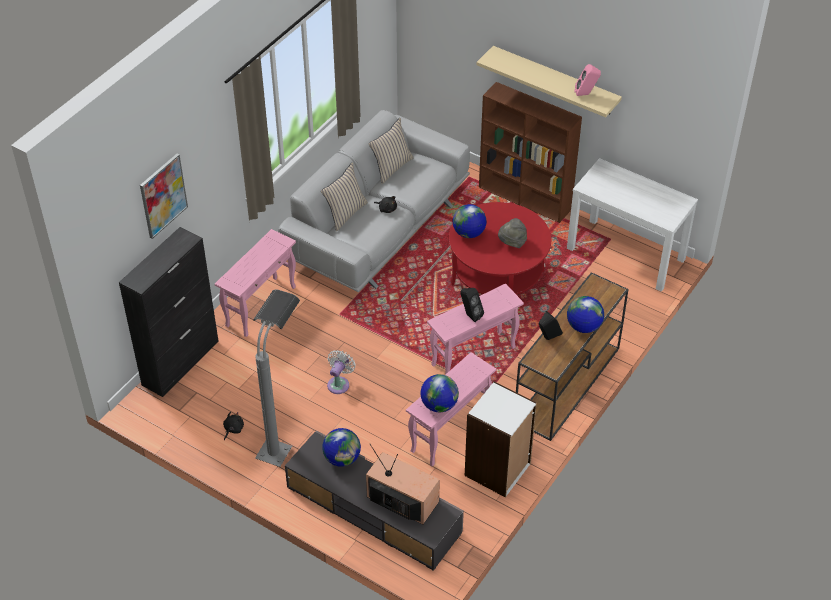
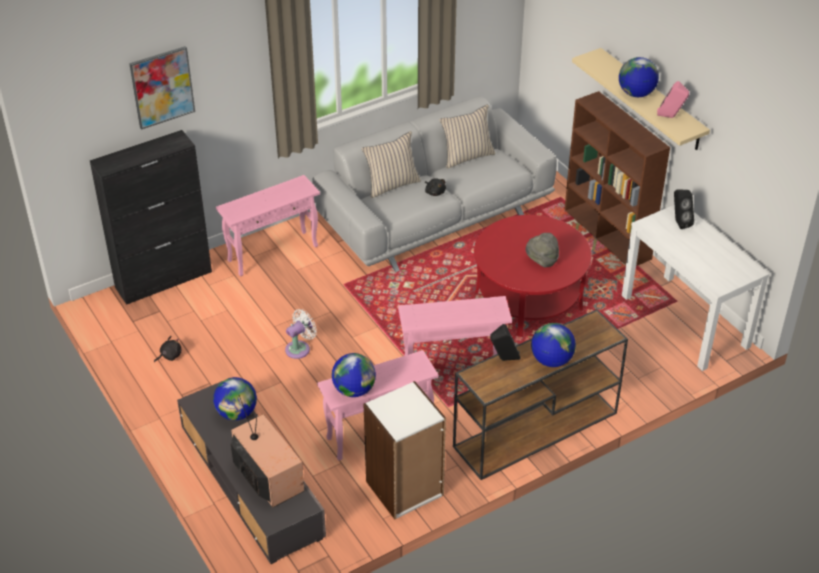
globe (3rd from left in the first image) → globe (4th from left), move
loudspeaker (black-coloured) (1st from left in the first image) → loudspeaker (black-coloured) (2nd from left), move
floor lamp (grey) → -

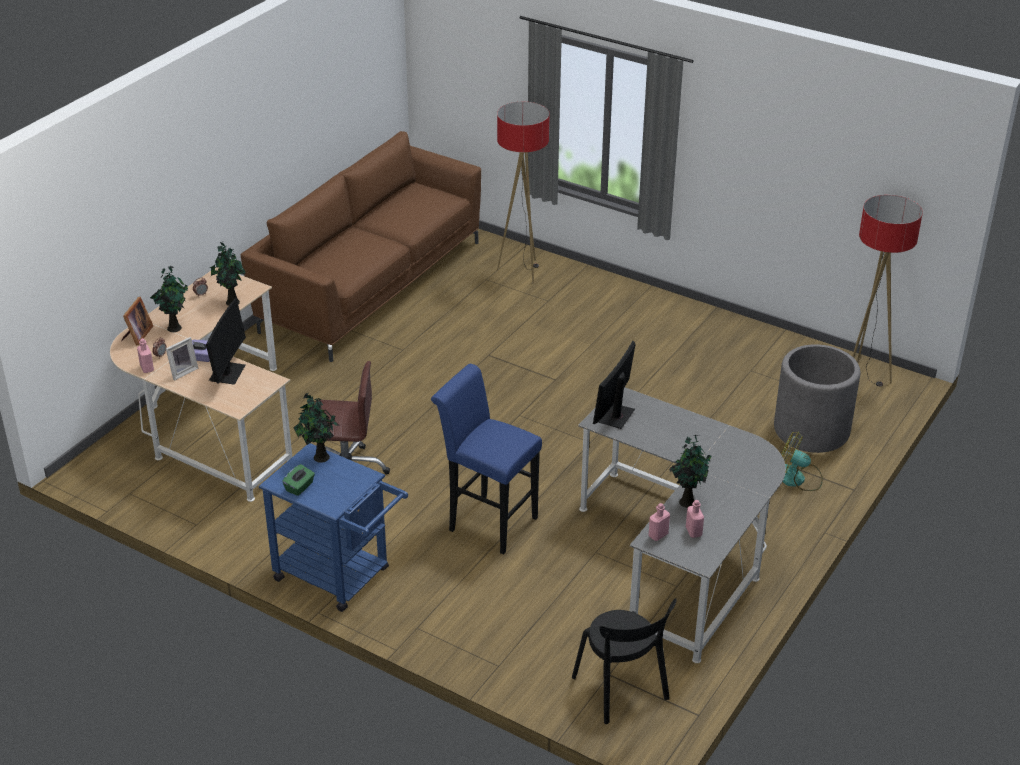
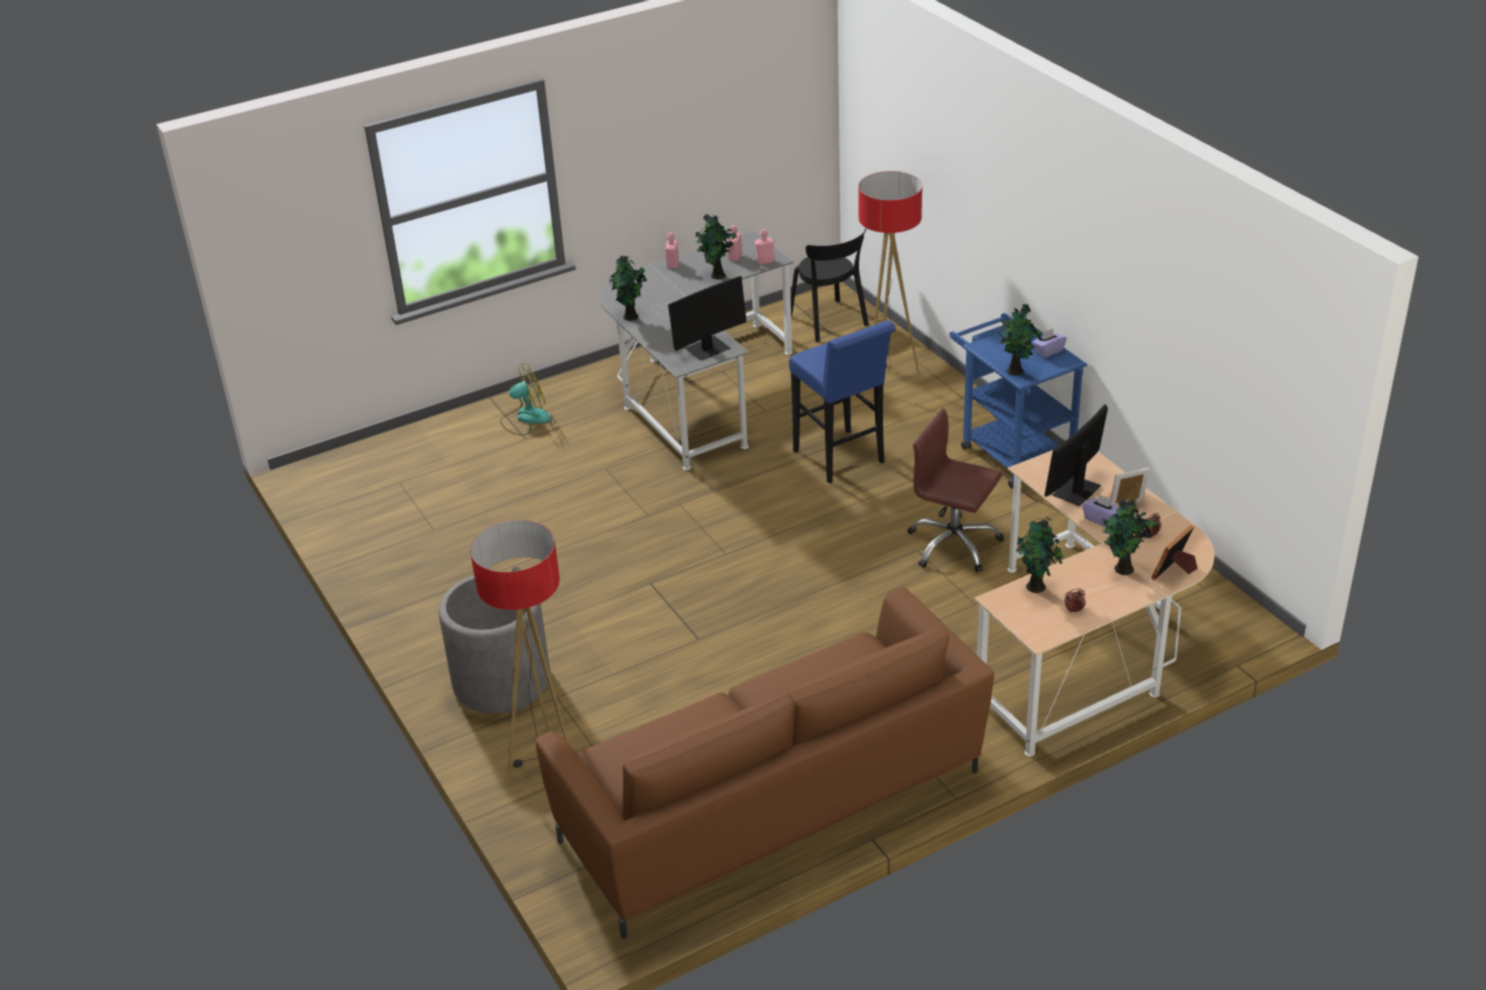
floor lamp (2nd from left), move
beverage bottle (pink-coloured) (1st from left), move
flower pot (grey), move
electric fan, 75 degrees counterclockwise
box of tissues (greenish) → box of tissues (purple-coloured) (1st from left)
plain chair (black-coloured), 150 degrees clockwise
- → plant in a pot (1st from left)

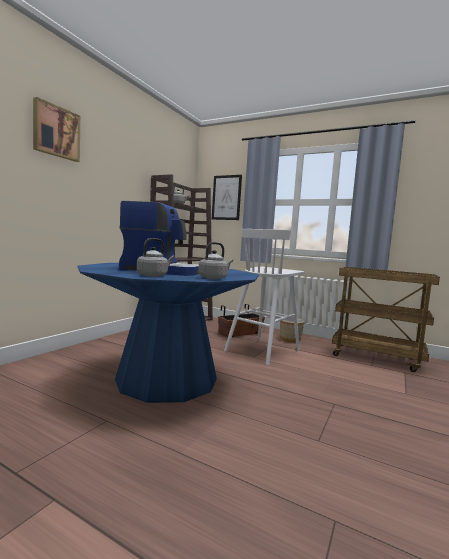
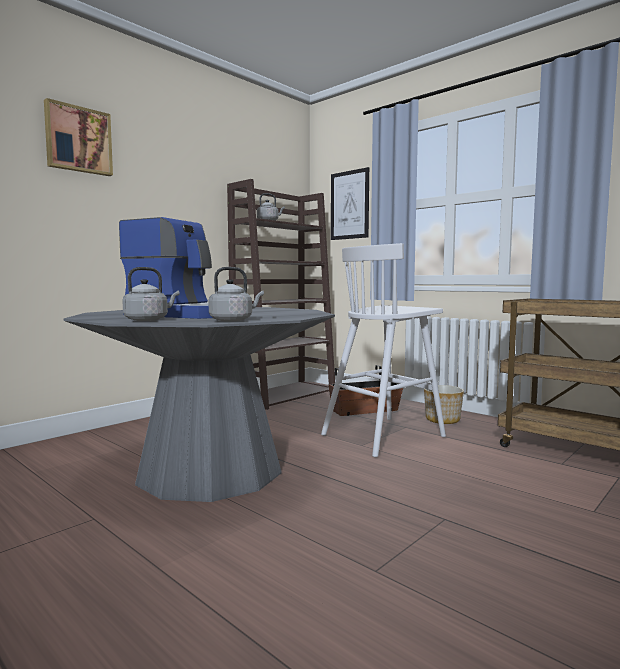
dinner table (blue) → dinner table (grey)

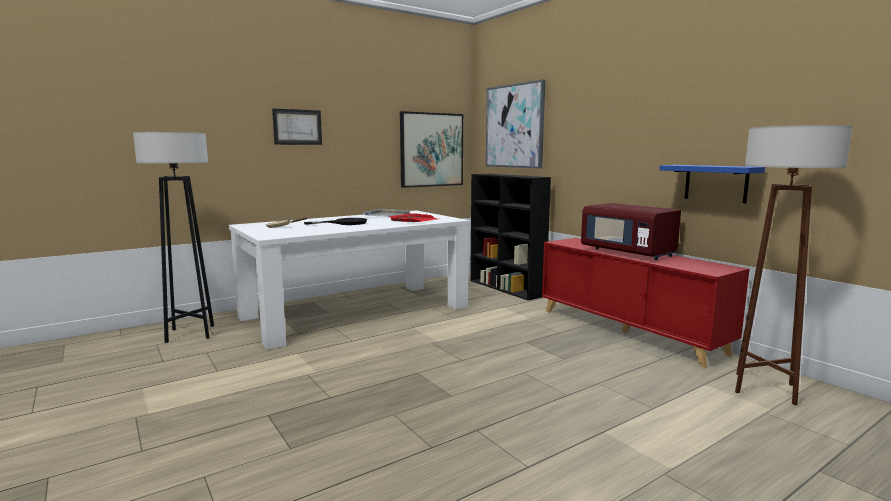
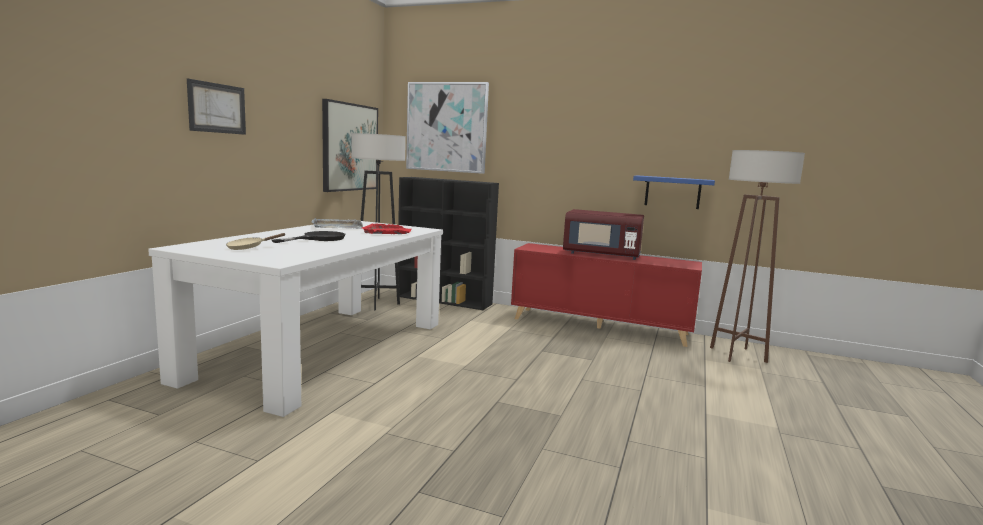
floor lamp (grey), move

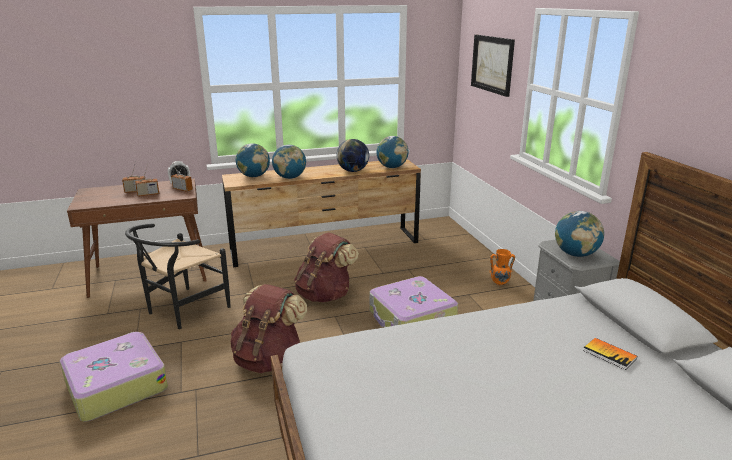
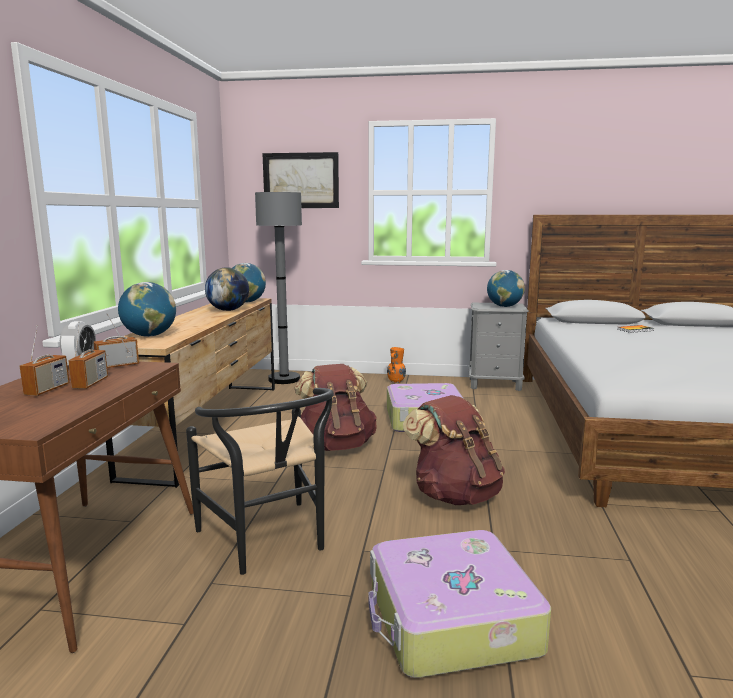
globe (2nd from left) → -
- → floor lamp (grey)

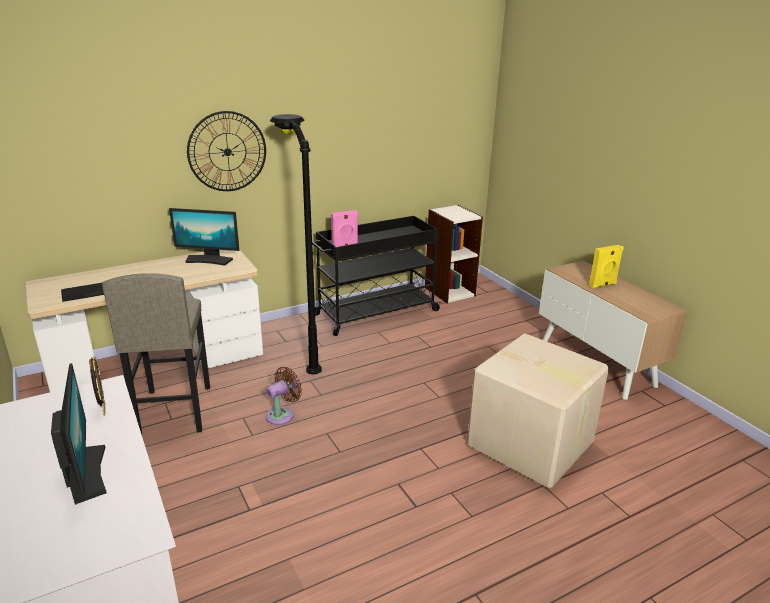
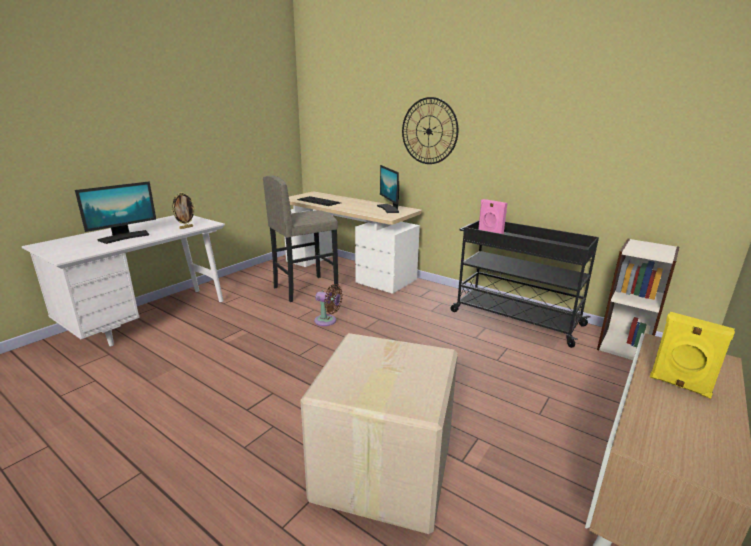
floor lamp (black-coloured) → -

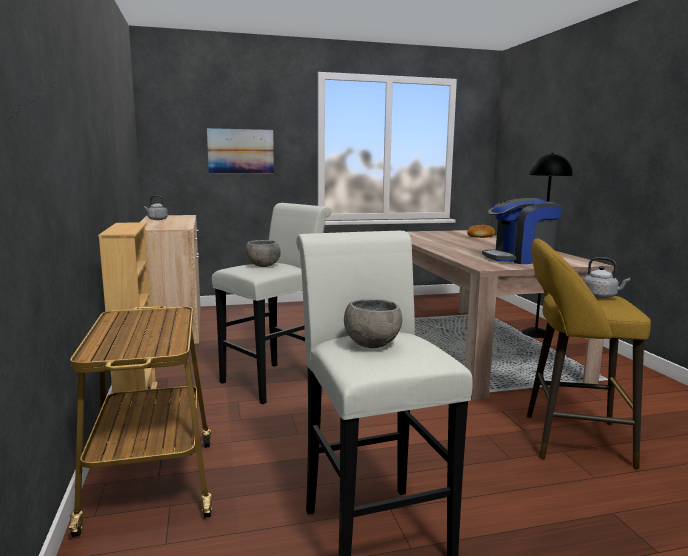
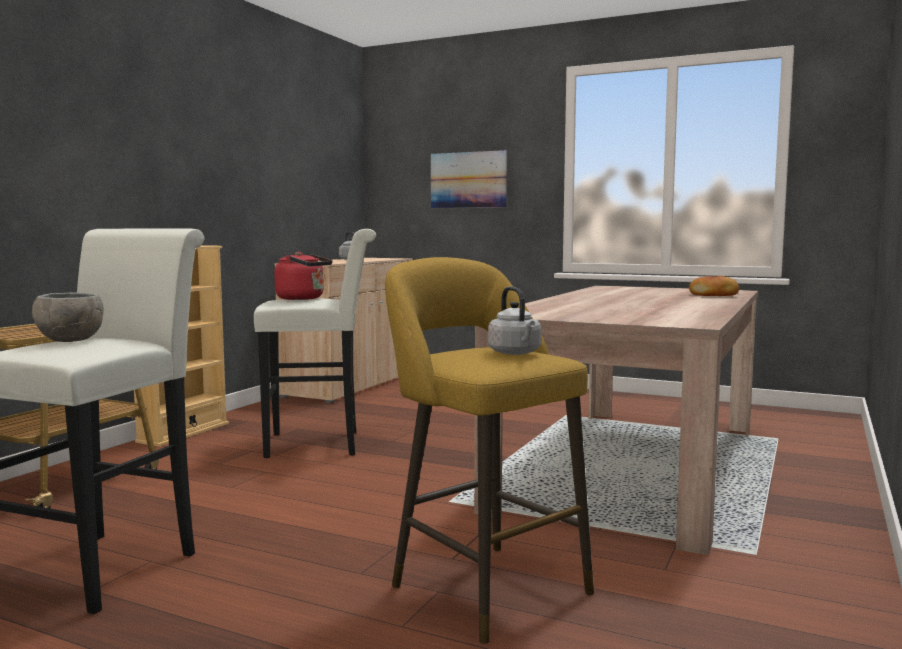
floor lamp (black-coloured) → -
coffee maker → -
deep dish (grey) (1st from left) → kettle (reddish)

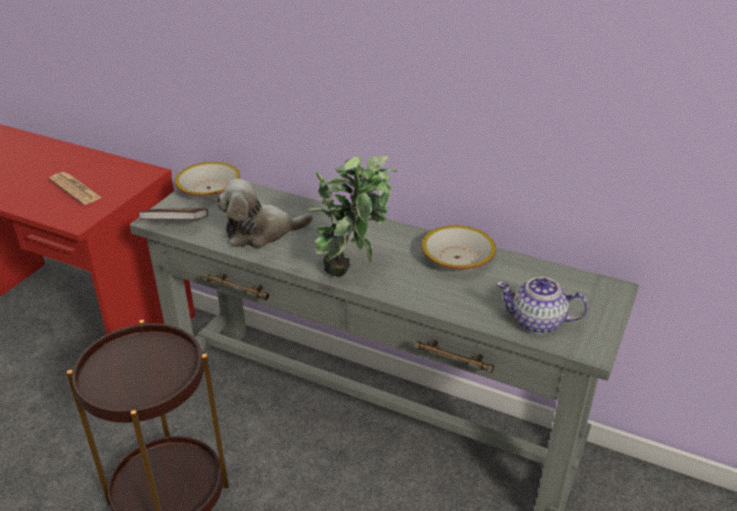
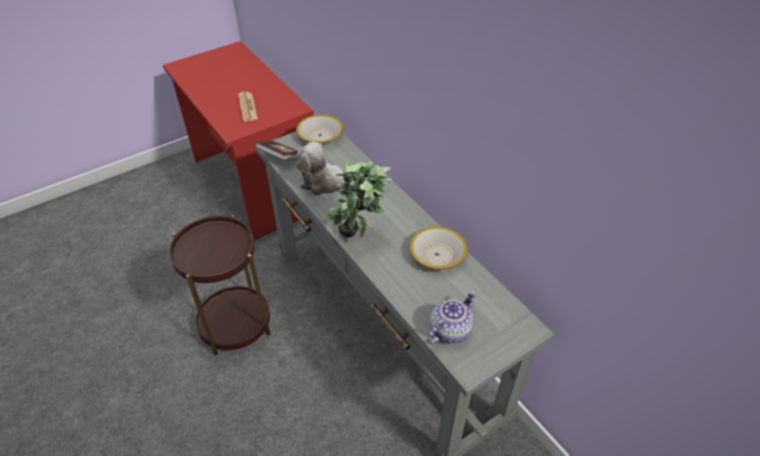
tea pot, 90 degrees clockwise

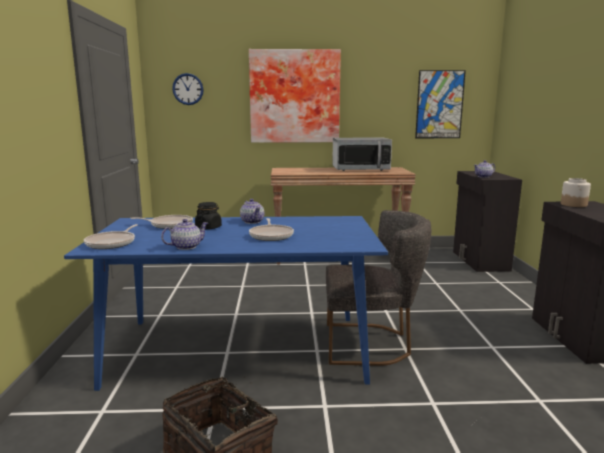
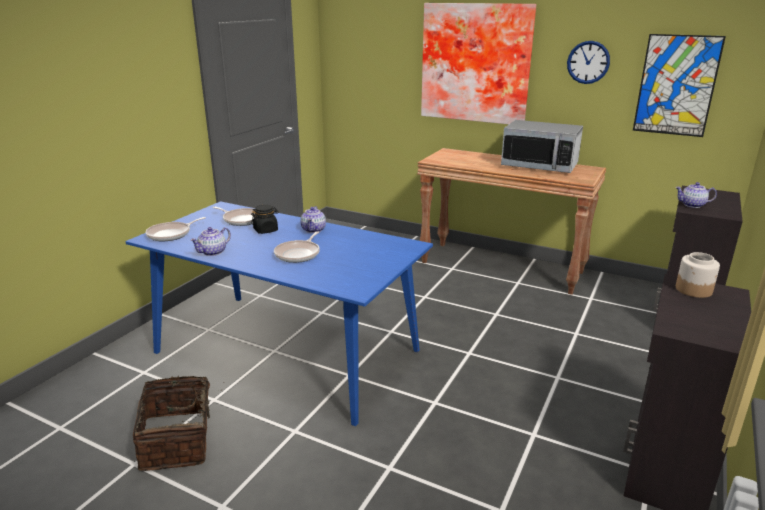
wall clock, move
plain chair (grey) → -
tea pot (1st from left), 135 degrees clockwise

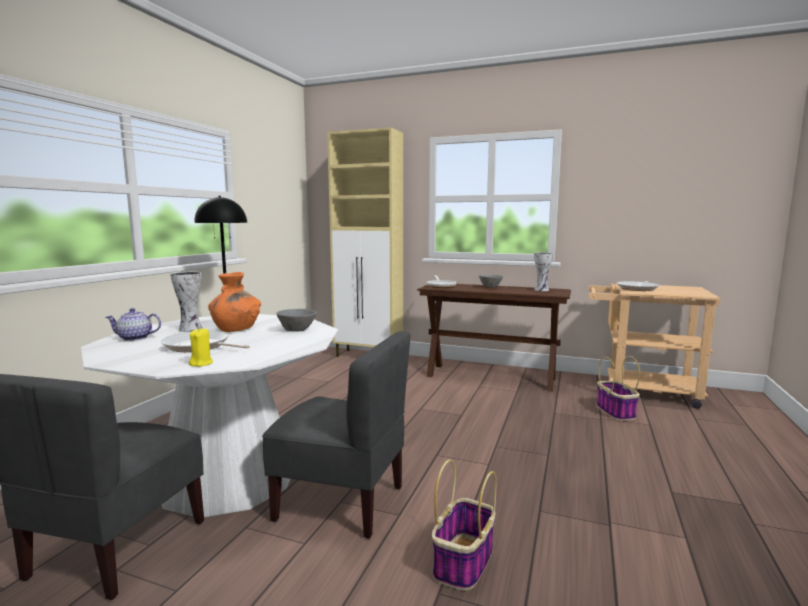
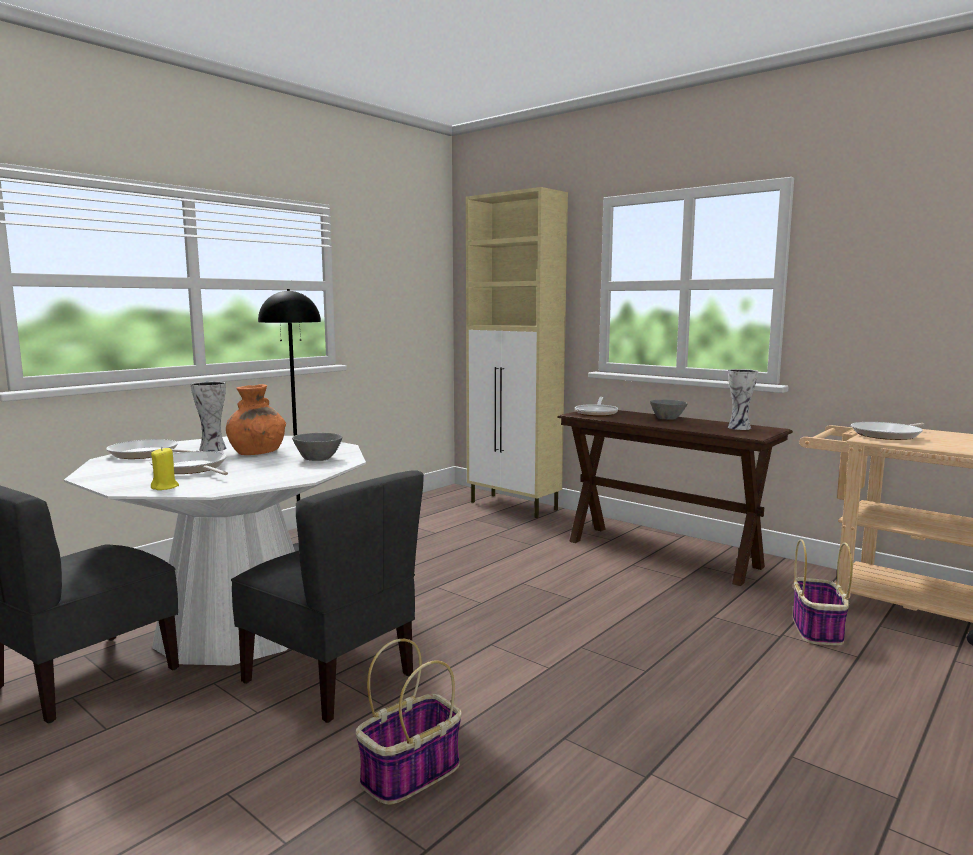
tea pot → frying pan (1st from left)

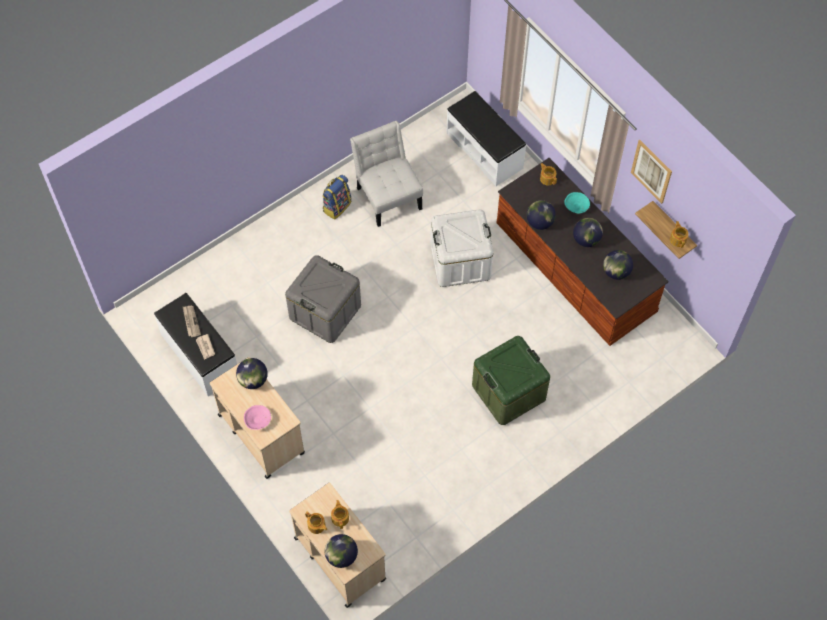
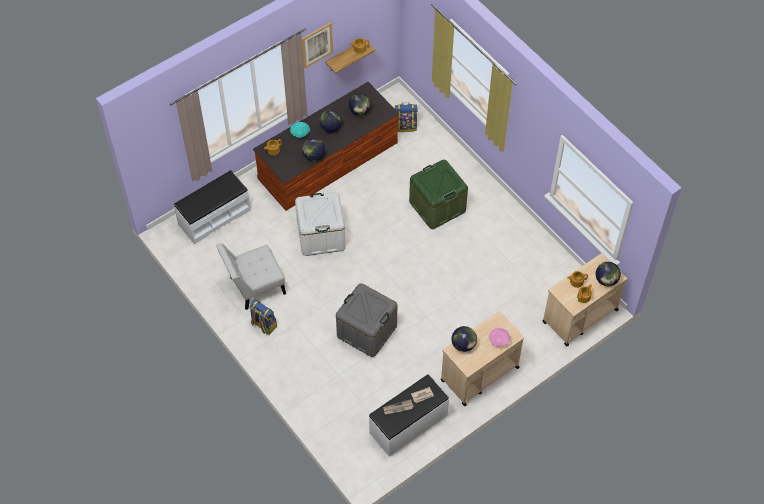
- → backpack (2nd from left)

